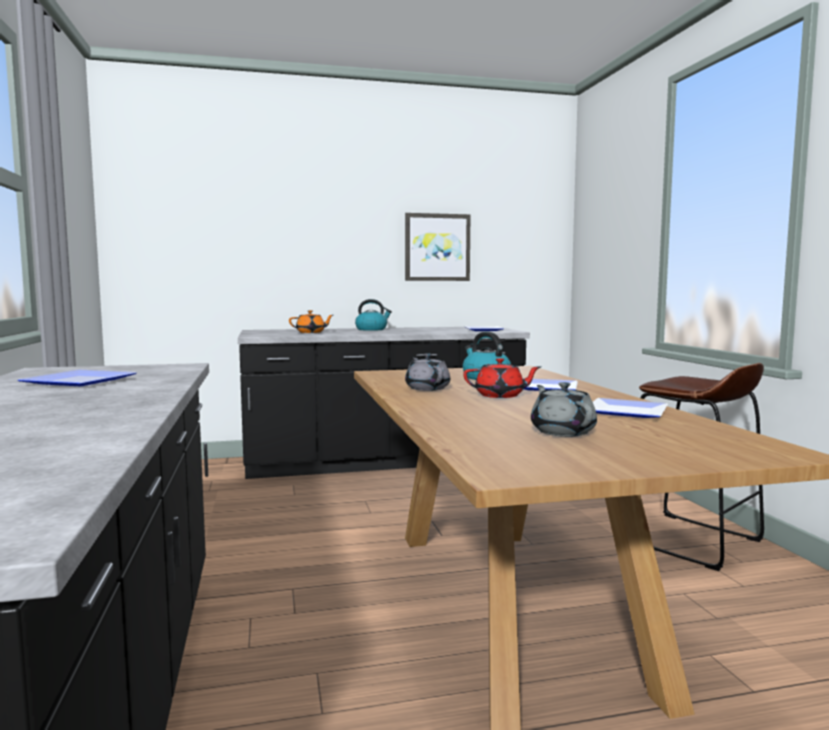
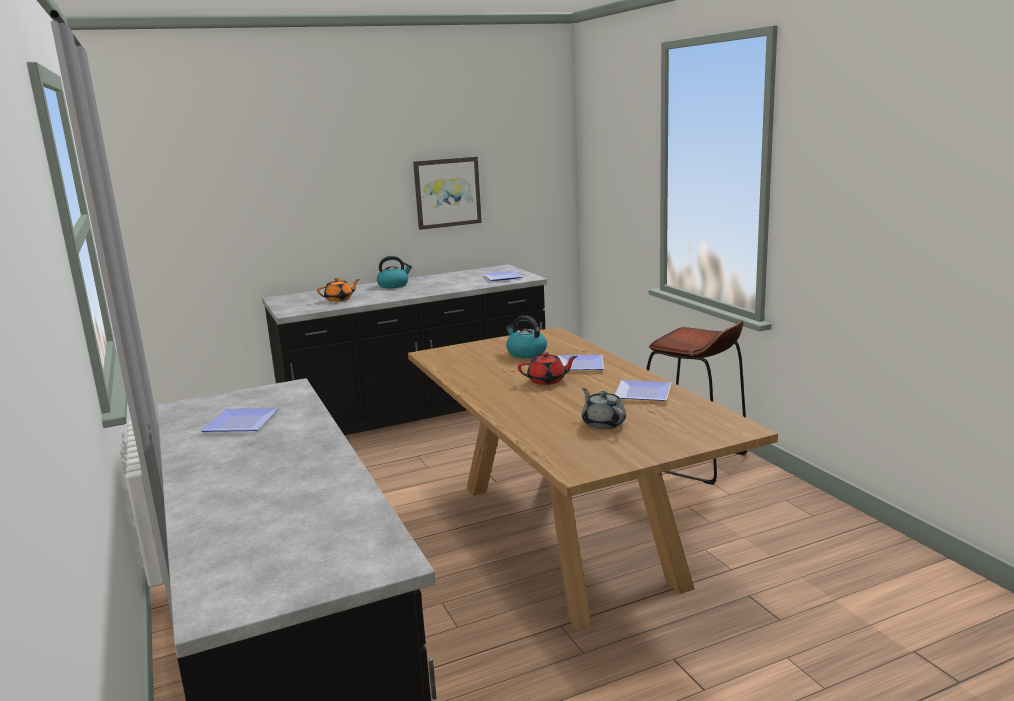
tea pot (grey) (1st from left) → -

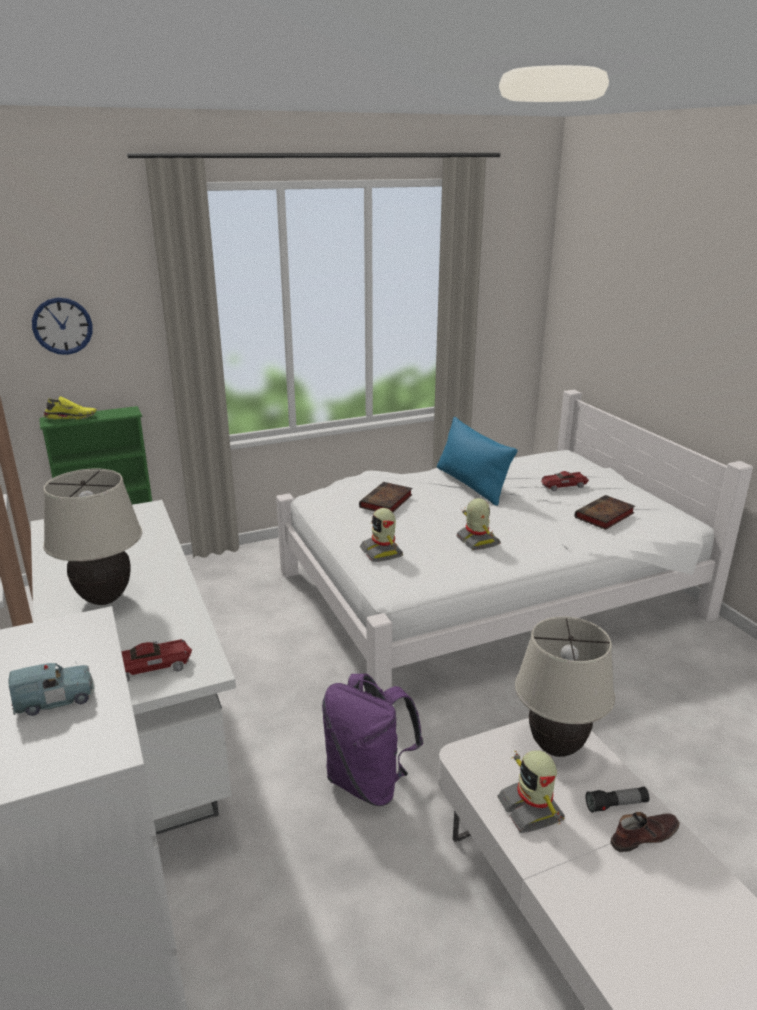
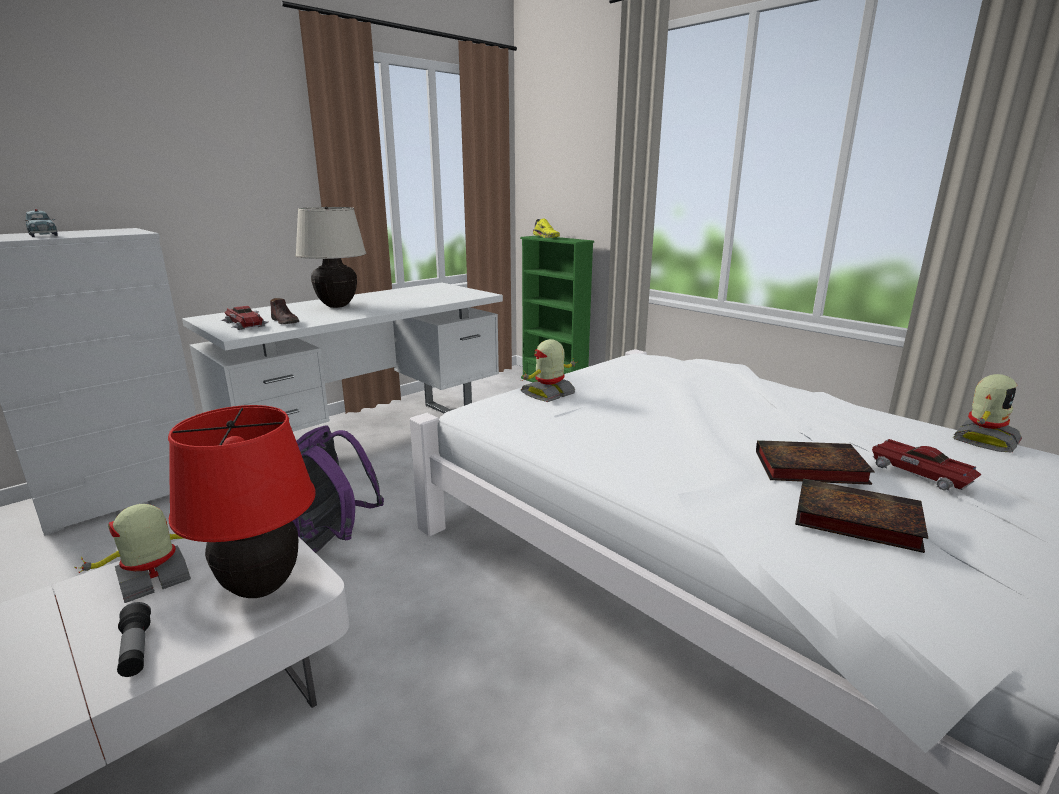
wall clock → -
pillow (blue) → -
book (1st from left), move
model robot (2nd from left in the first image) → model robot (3rd from left), move
tabletop lamp (beige) (2nd from left) → tabletop lamp (reddish)
shoe (brown), move

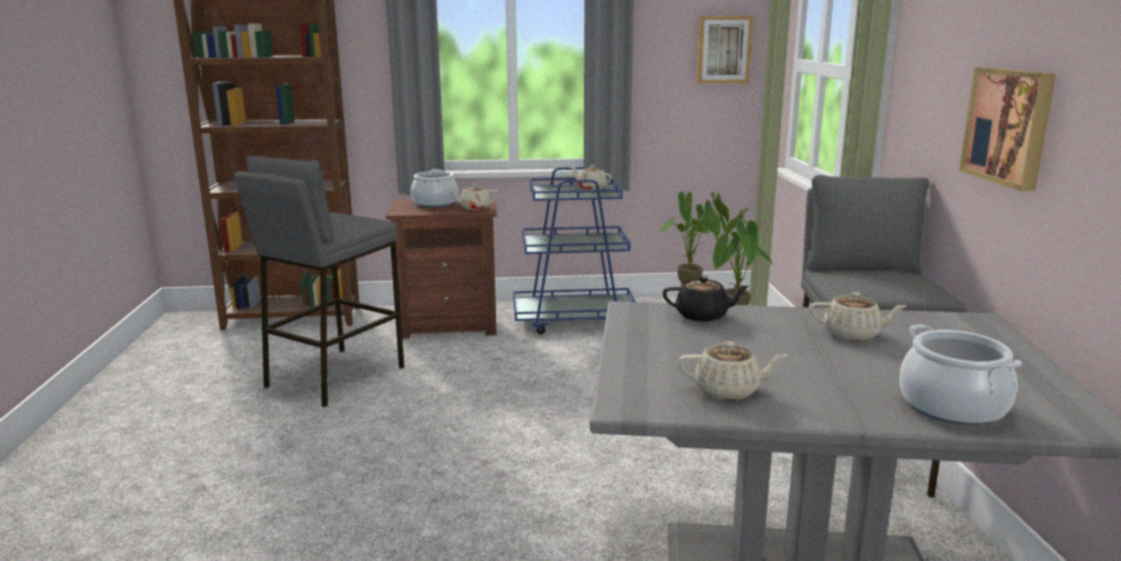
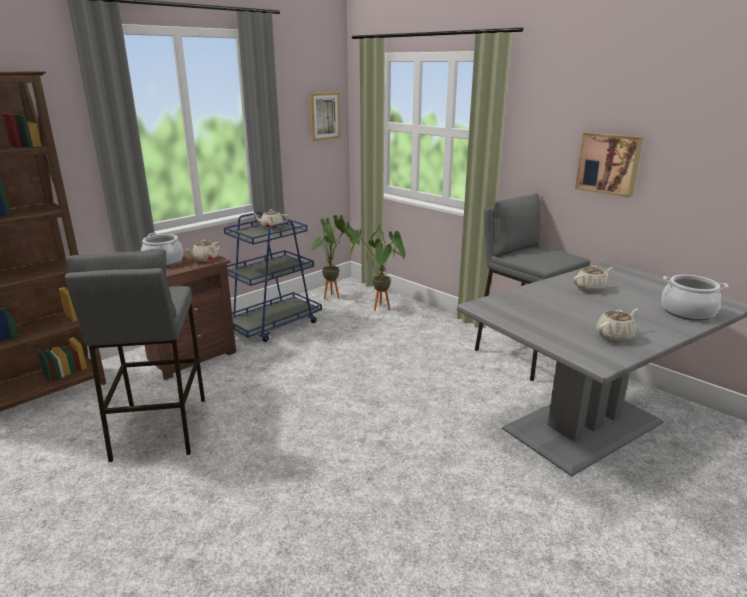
tea pot (black-coloured) → -

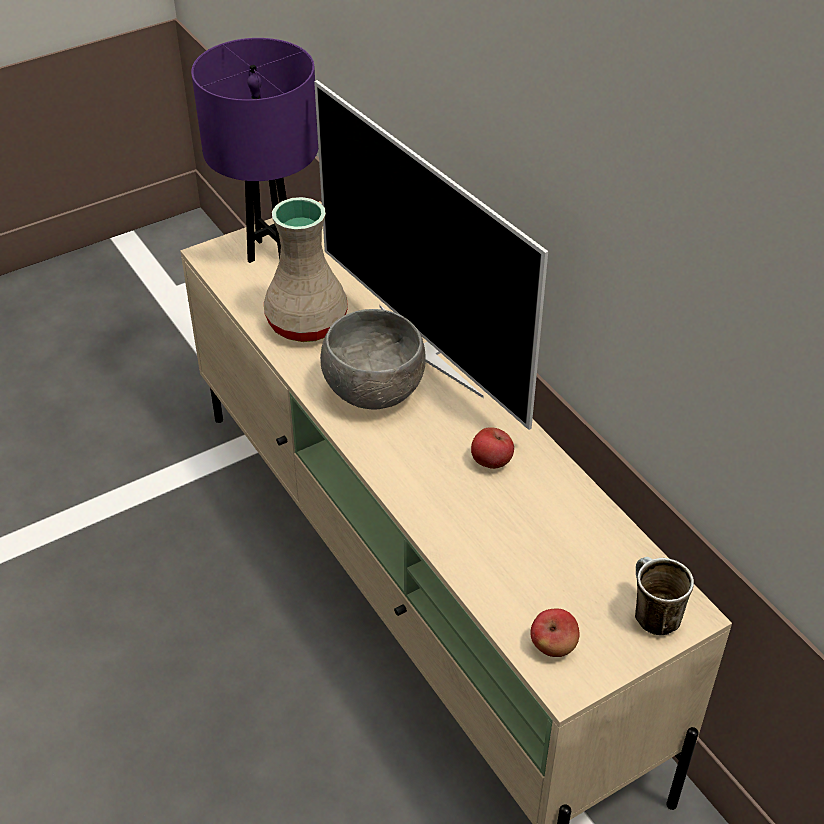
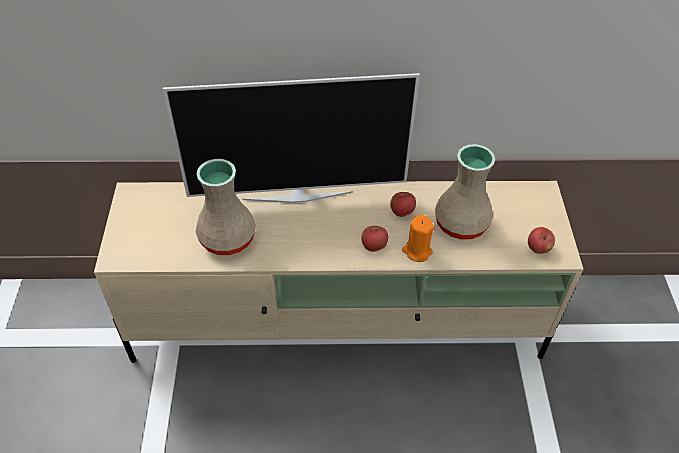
tabletop lamp (purple-coloured) → -
deep dish (grey) → -
tea mug → -
- → flower vase (beige) (2nd from left)
- → wax candle (orangey)
- → apple (1st from left)

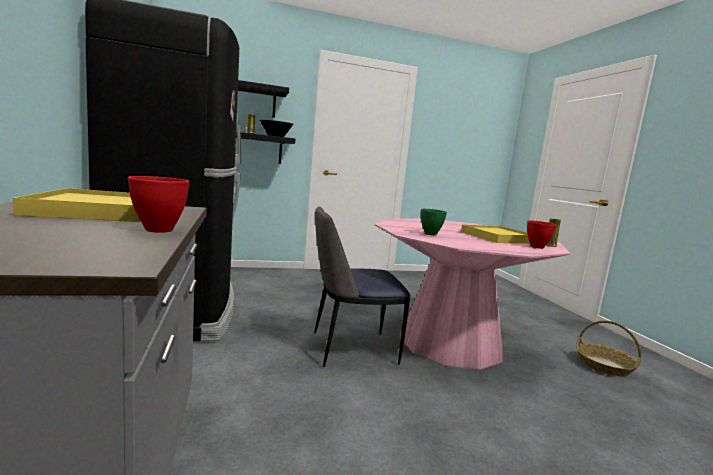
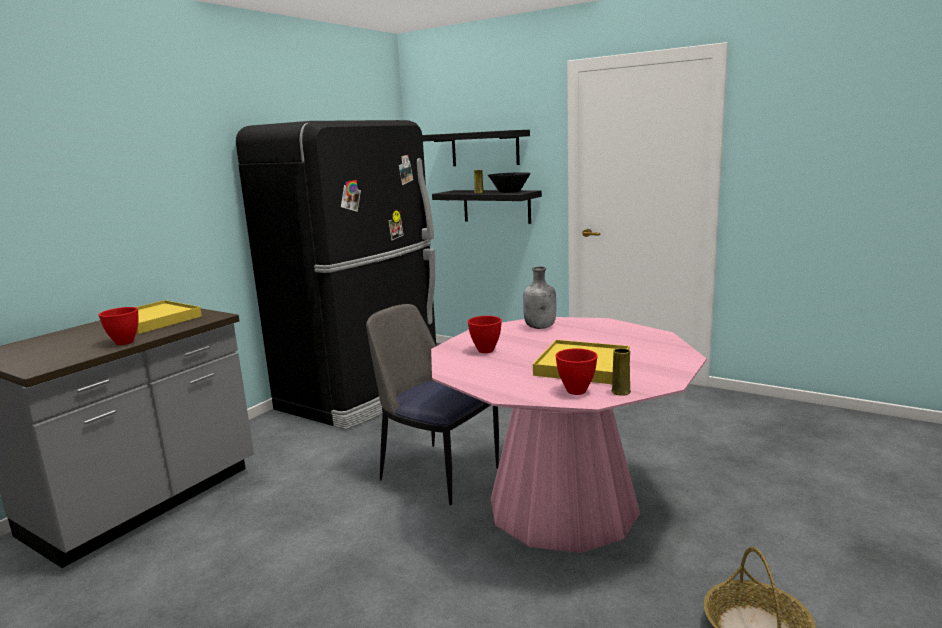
deep dish (greenish) → deep dish (reddish) (2nd from left)
- → beverage bottle (grey)

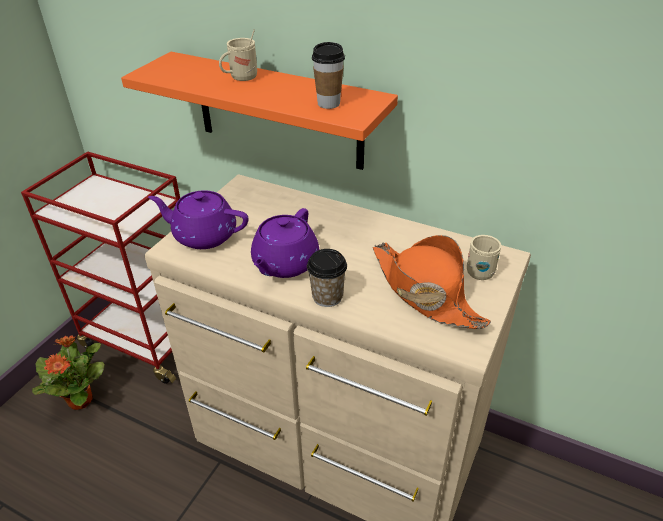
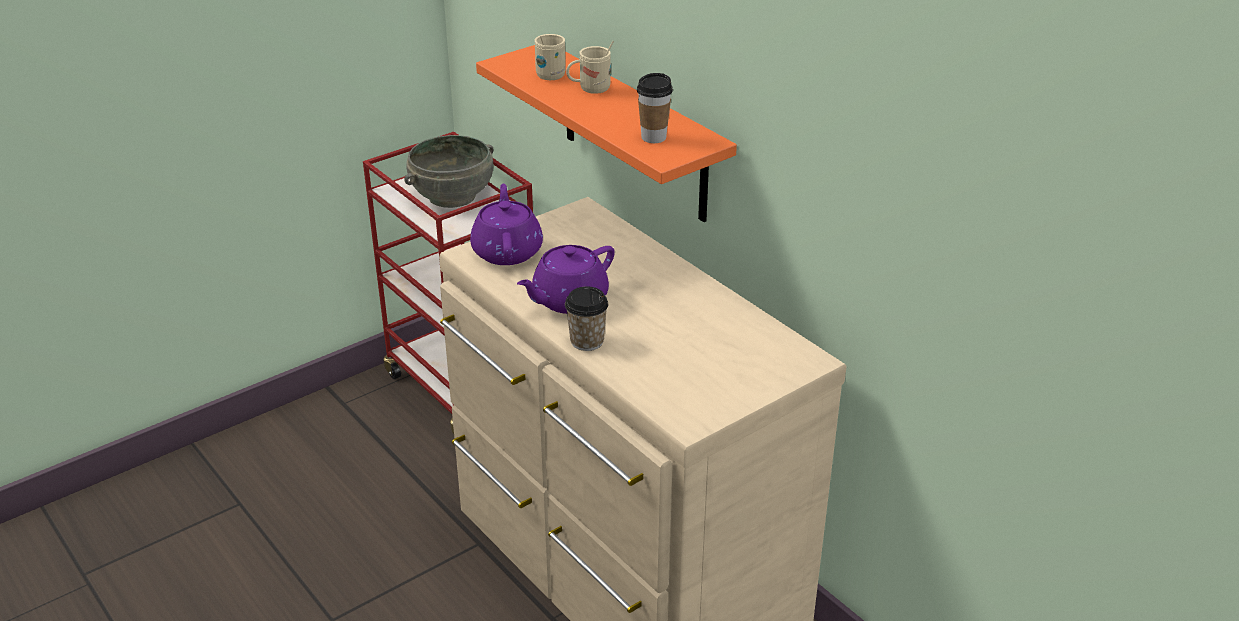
tea pot (purple-coloured) (1st from left), 45 degrees clockwise
clothing hat (orangey) → -
tea mug (beige) (2nd from left in the first image) → tea mug (beige) (1st from left), move
plant in a pot → -
- → deep dish (grey)

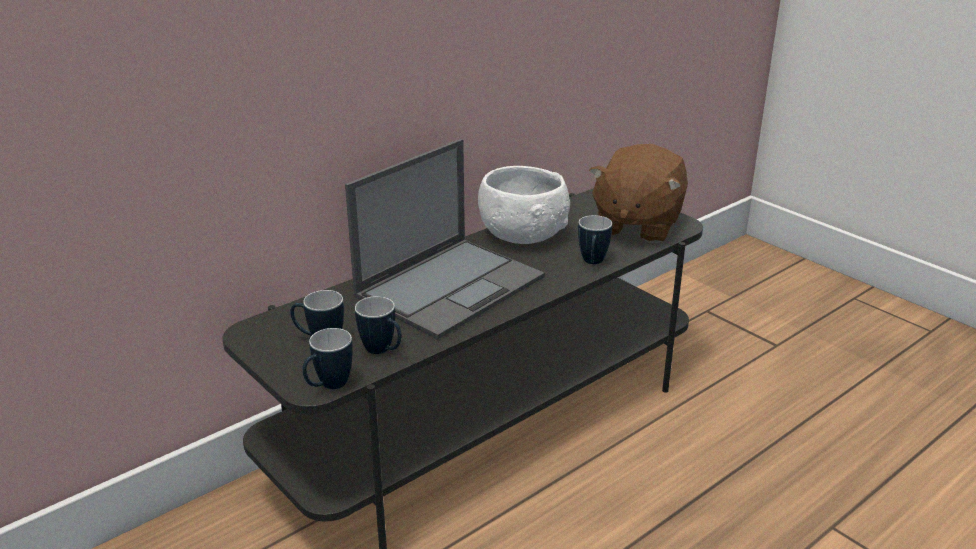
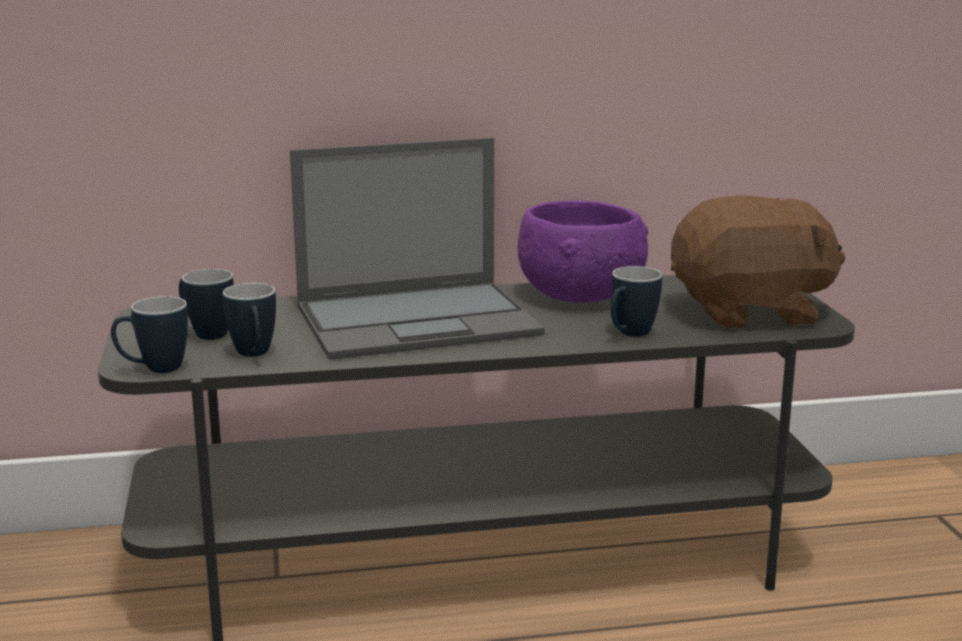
cuddly toy (brown), 150 degrees counterclockwise
deep dish (white-coloured) → deep dish (purple-coloured)

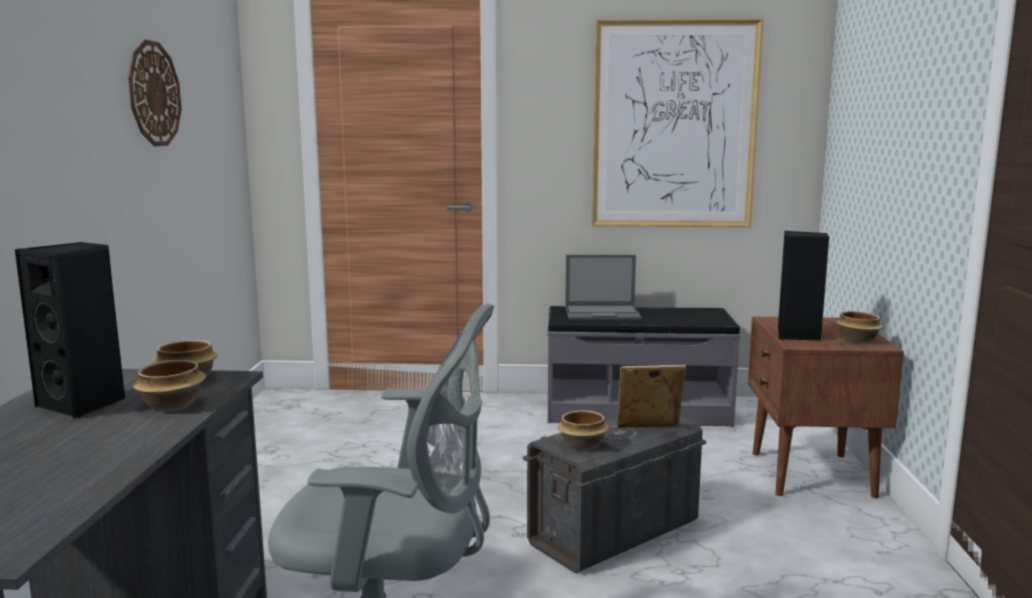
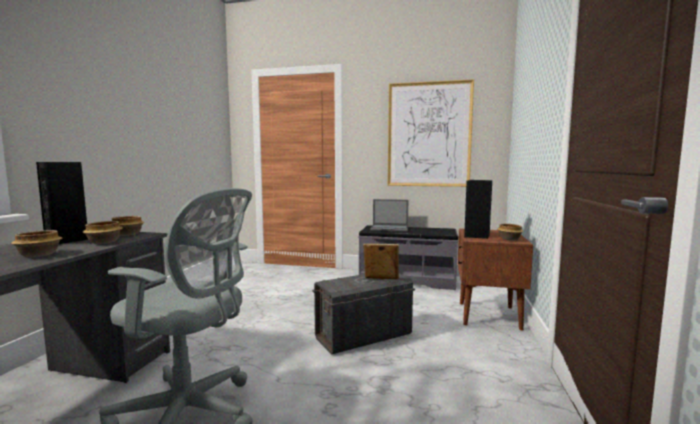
wall clock → -
deep dish (3rd from left in the first image) → deep dish (1st from left), move

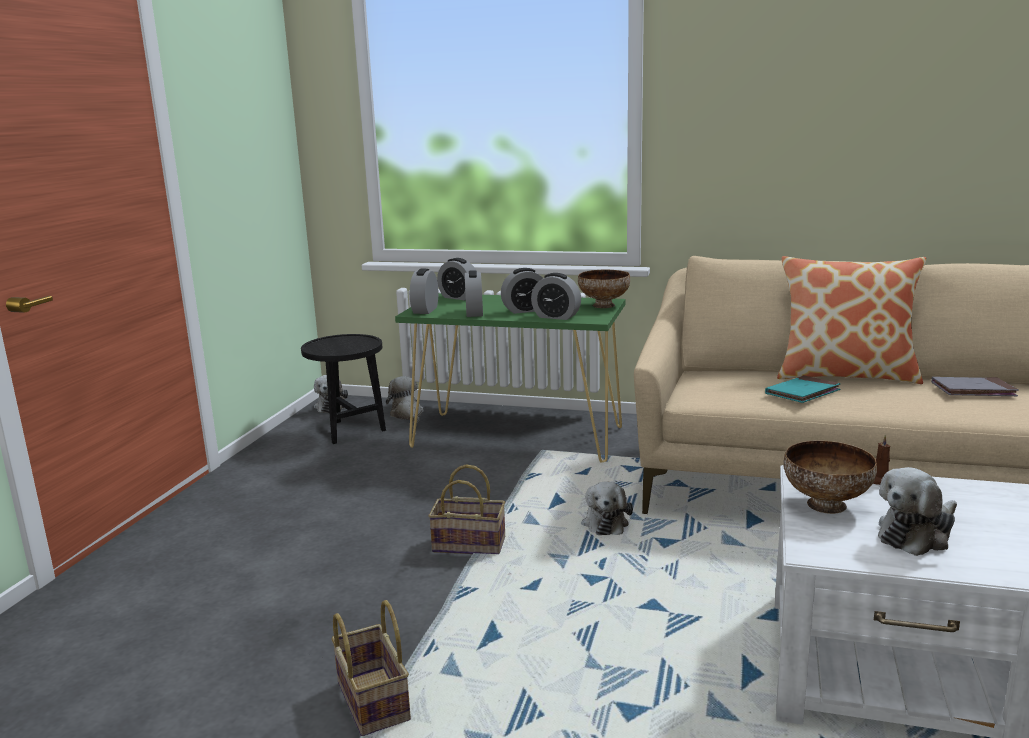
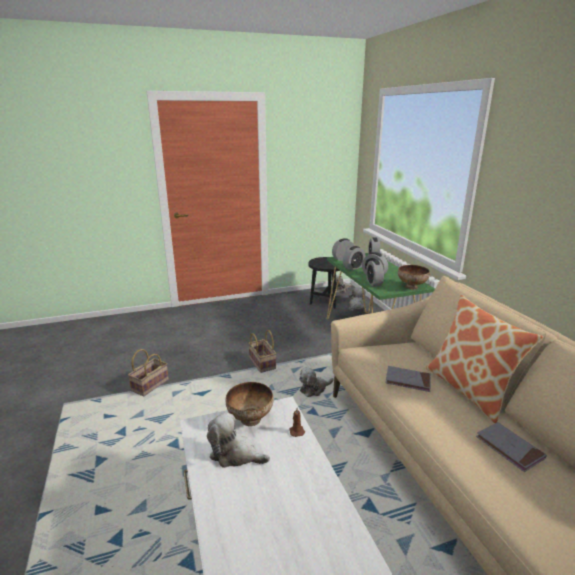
book (blue-green) → book (grey) (1st from left)

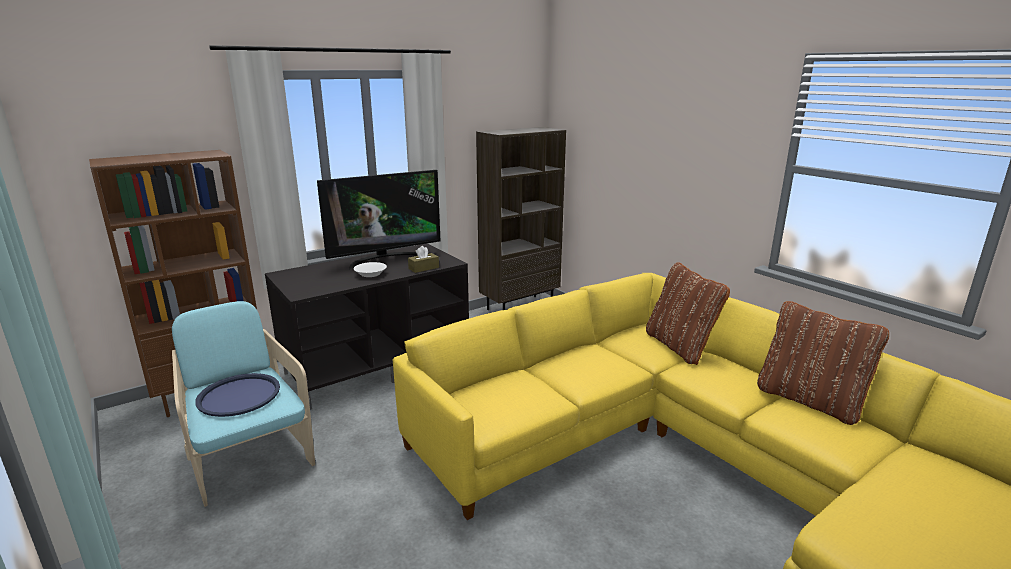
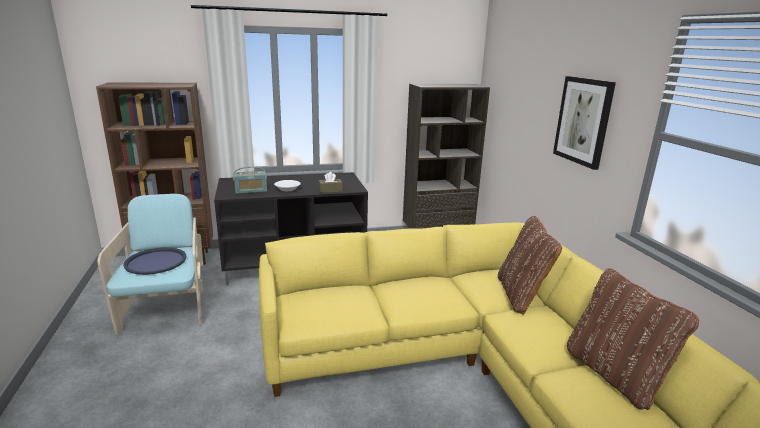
TV set → -
- → picture
- → radio

